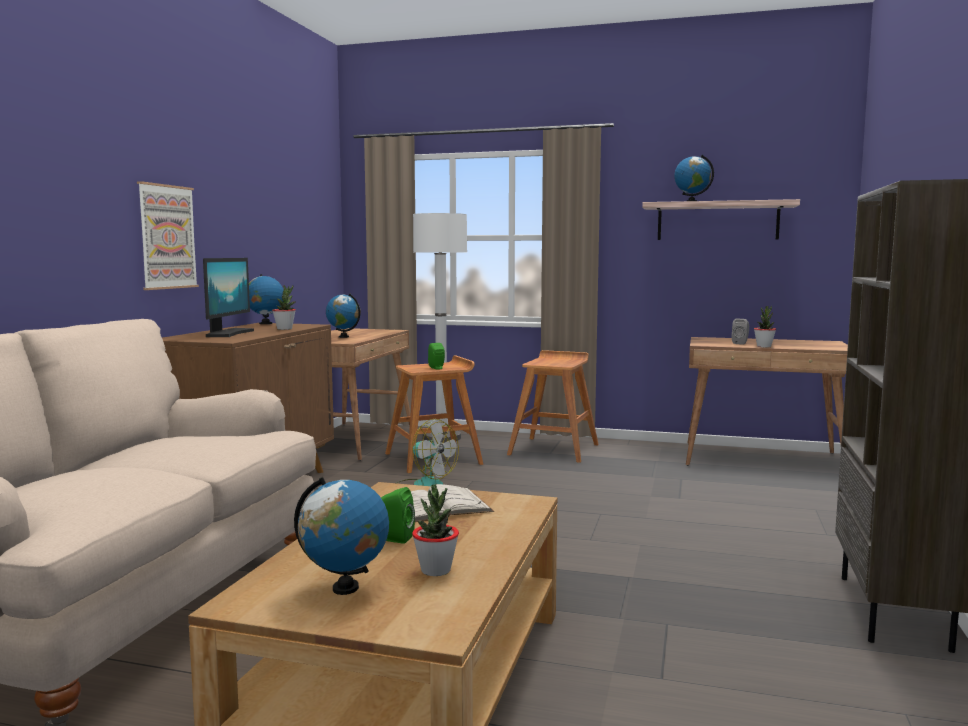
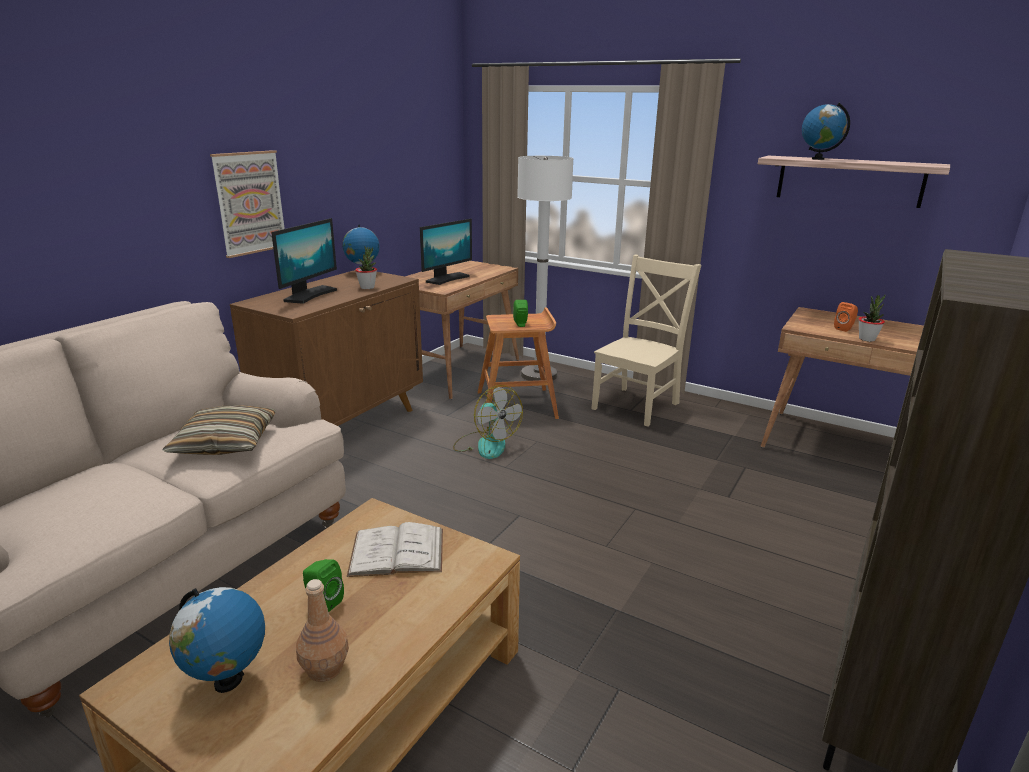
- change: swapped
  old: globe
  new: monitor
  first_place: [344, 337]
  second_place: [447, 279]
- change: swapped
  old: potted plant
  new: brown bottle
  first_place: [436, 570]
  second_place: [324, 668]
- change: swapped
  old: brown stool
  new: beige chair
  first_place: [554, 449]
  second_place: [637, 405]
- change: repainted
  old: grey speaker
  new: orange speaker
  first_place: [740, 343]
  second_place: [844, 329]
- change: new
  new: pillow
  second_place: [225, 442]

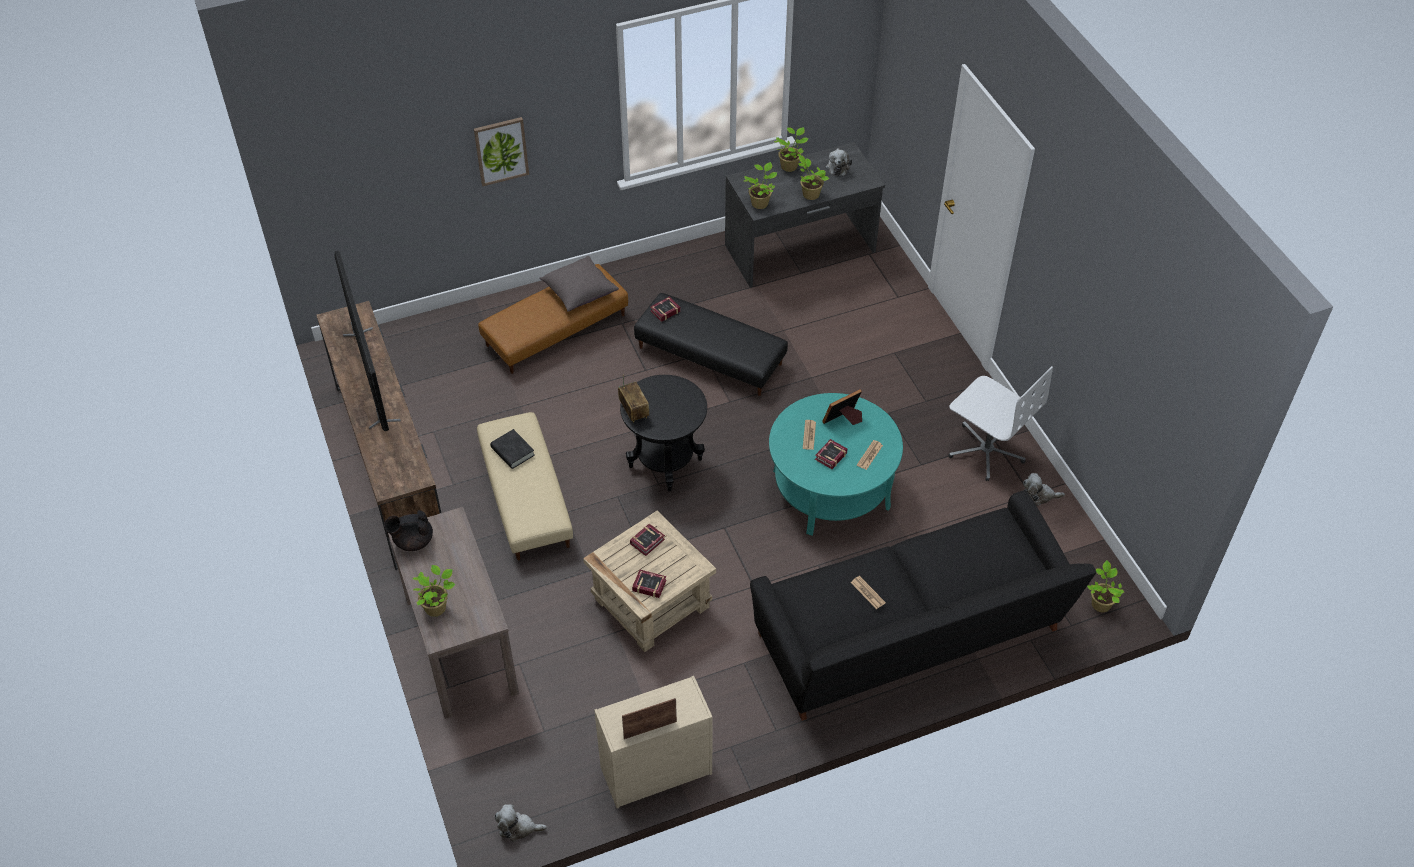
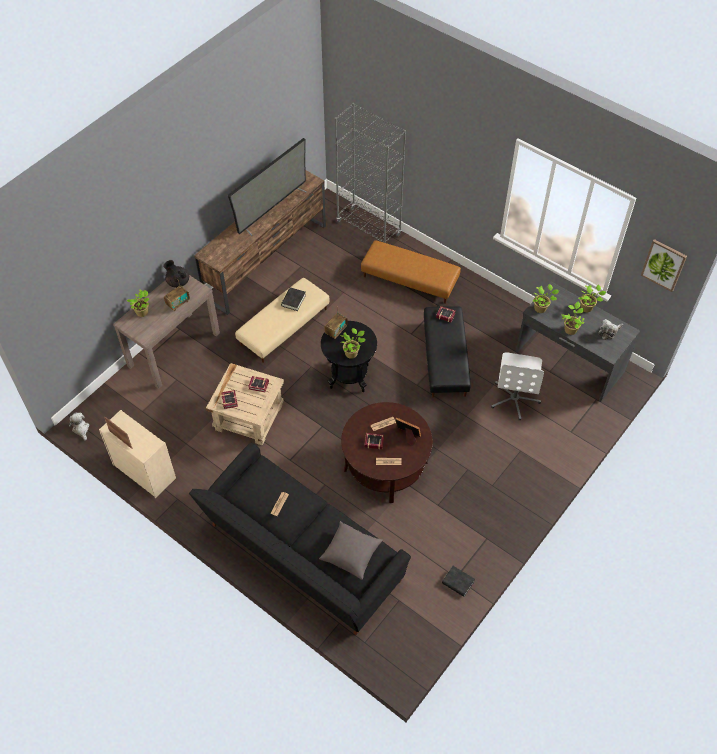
- change: shifted
  old: picture
  first_place: [501, 150]
  second_place: [663, 265]
- change: shifted
  old: grey pillow
  first_place: [579, 292]
  second_place: [351, 554]
- change: repainted
  old: turquoise coffee table
  new: brown coffee table
  first_place: [831, 489]
  second_place: [385, 465]
- change: shifted
  old: white office chair
  first_place: [986, 450]
  second_place: [514, 398]
- change: swapped
  old: plush toy
  new: black book
  first_place: [1039, 496]
  second_place: [458, 582]
- change: shifted
  old: potted plant
  first_place: [1100, 603]
  second_place: [352, 353]
- change: new
  new: radio
  second_place: [178, 303]
- change: new
  new: grey bookcase
  second_place: [369, 228]

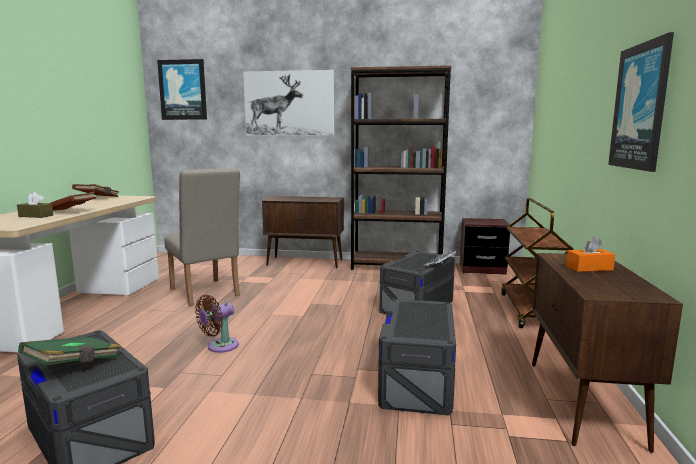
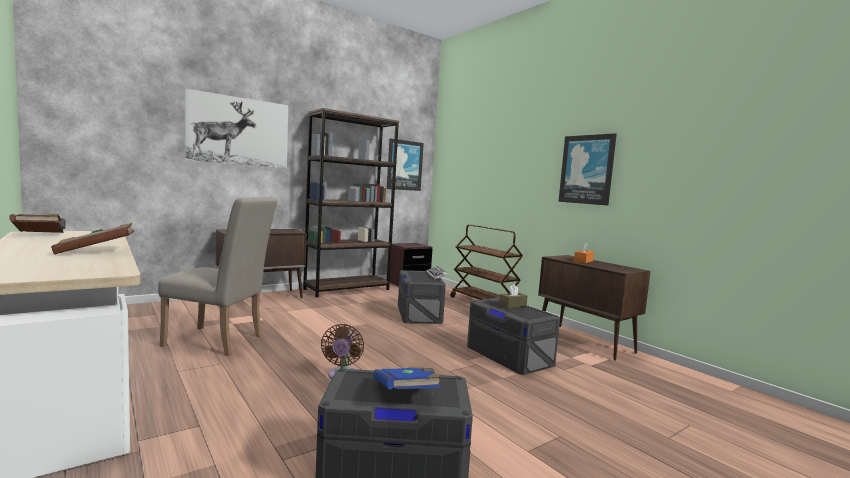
- change: shifted
  old: brown tissue box
  first_place: [36, 216]
  second_place: [512, 305]
- change: repainted
  old: green book
  new: blue book
  first_place: [74, 365]
  second_place: [406, 393]
- change: shifted
  old: picture
  first_place: [183, 90]
  second_place: [404, 165]

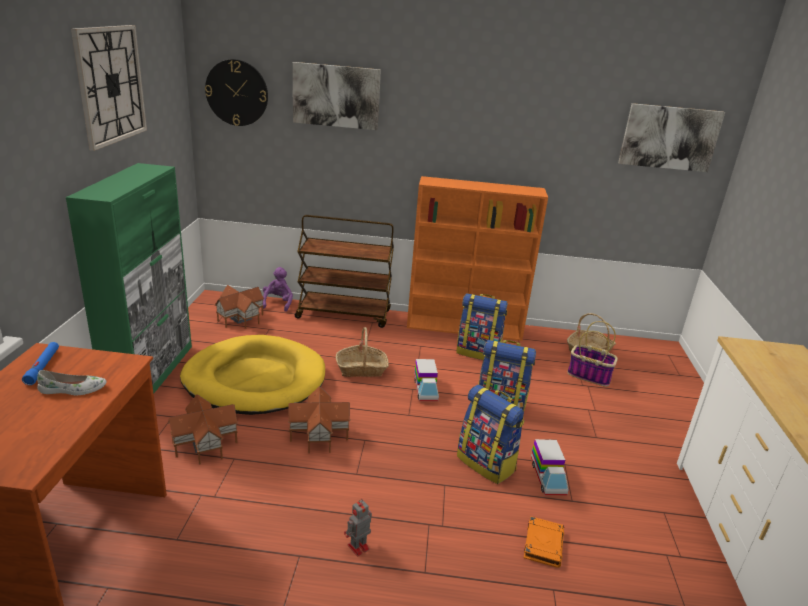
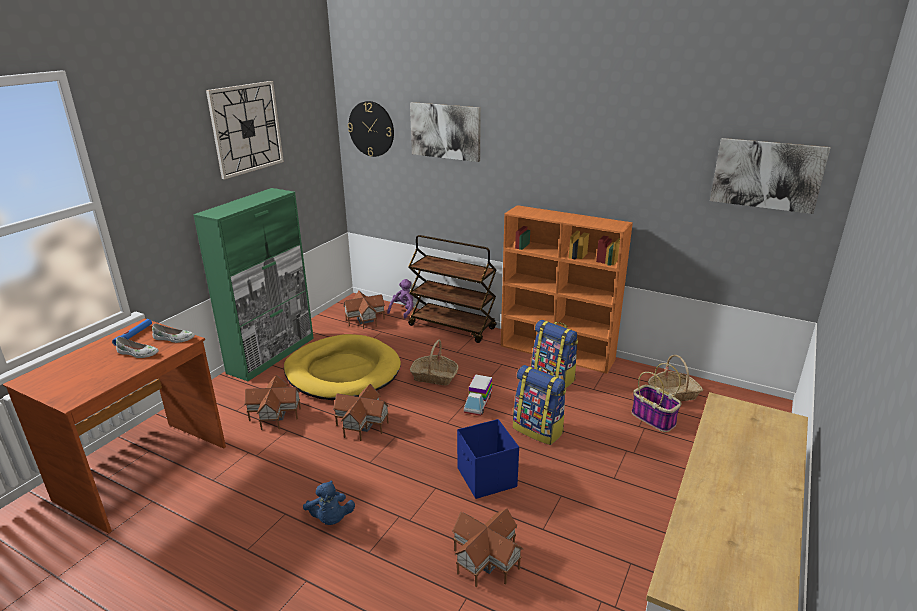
- change: swapped
  old: toy robot
  new: blue plush toy
  first_place: [357, 547]
  second_place: [330, 519]
- change: swapped
  old: backpack
  new: blue storage box
  first_place: [487, 463]
  second_place: [486, 478]
- change: swapped
  old: orange book
  new: toy house
  first_place: [543, 544]
  second_place: [486, 558]
- change: gone
  old: toy truck
  first_place: [547, 477]
- change: new
  new: white shoe
  second_place: [174, 339]

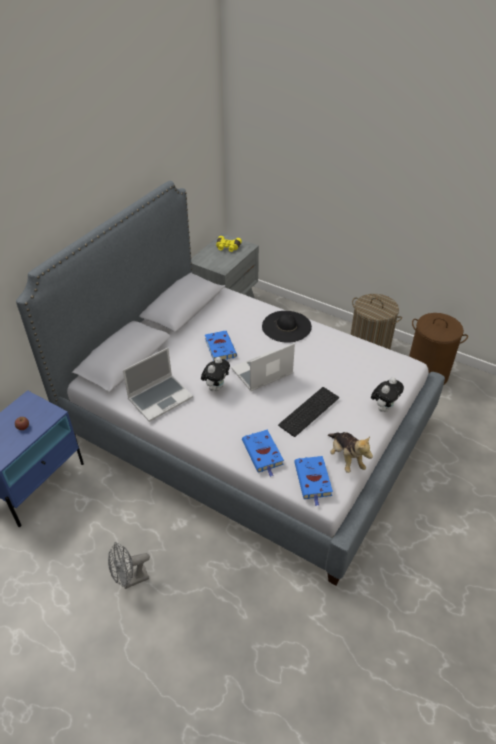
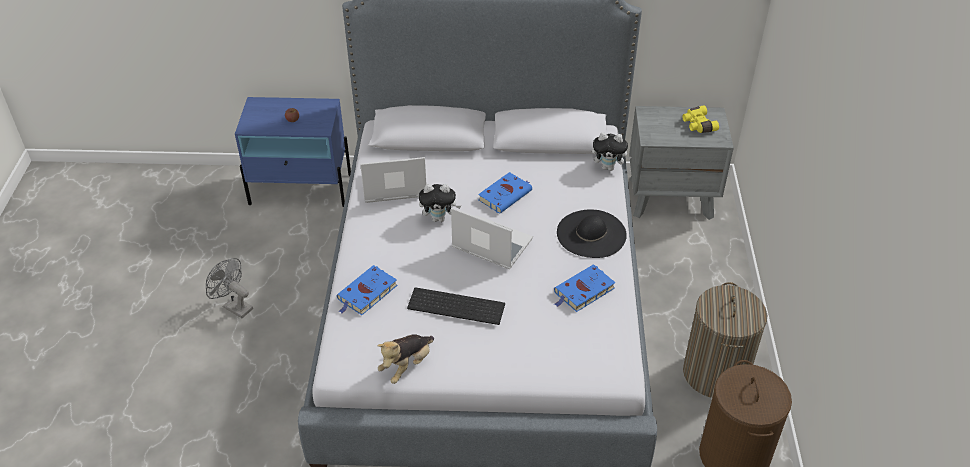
- change: rotated
  old: laptop
  first_place: [160, 398]
  second_place: [393, 186]
  degrees: 150
- change: shifted
  old: blue book
  first_place: [313, 480]
  second_place: [583, 291]
- change: shifted
  old: plush toy
  first_place: [383, 407]
  second_place: [608, 167]

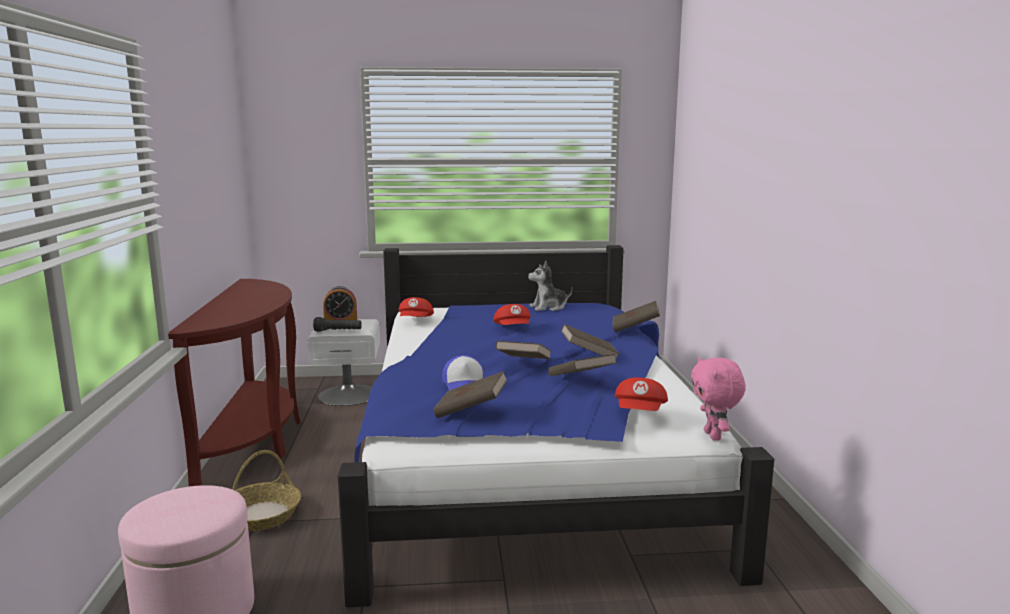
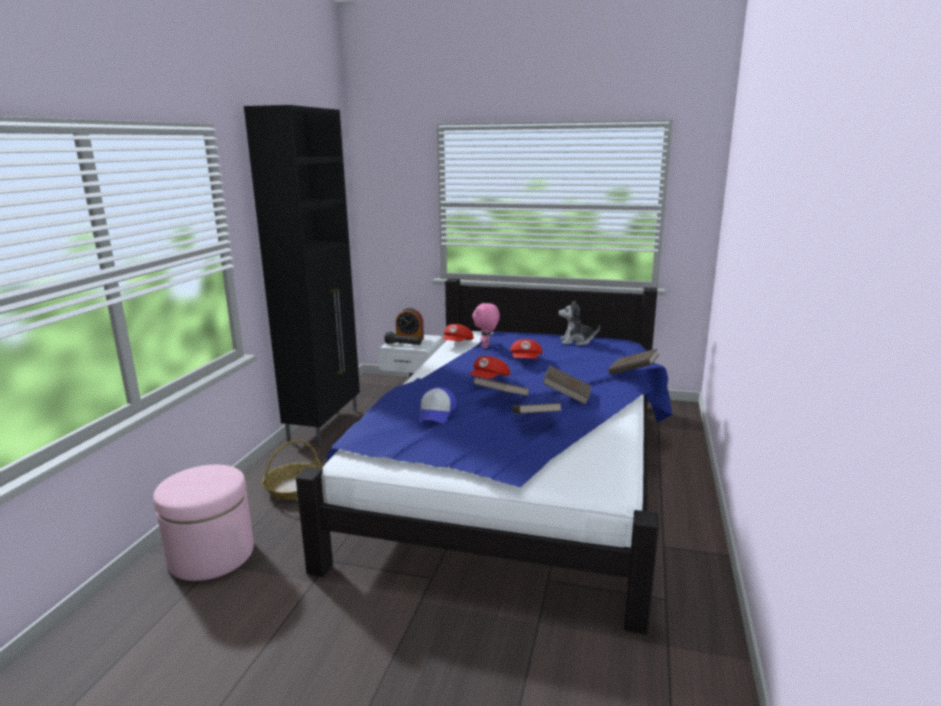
- change: swapped
  old: brown console table
  new: black cabinet
  first_place: [254, 440]
  second_place: [325, 424]
- change: gone
  old: brown book
  first_place: [471, 411]
- change: shifted
  old: red cap
  first_place: [640, 413]
  second_place: [490, 380]
- change: shifted
  old: pink plush toy
  first_place: [714, 436]
  second_place: [486, 346]

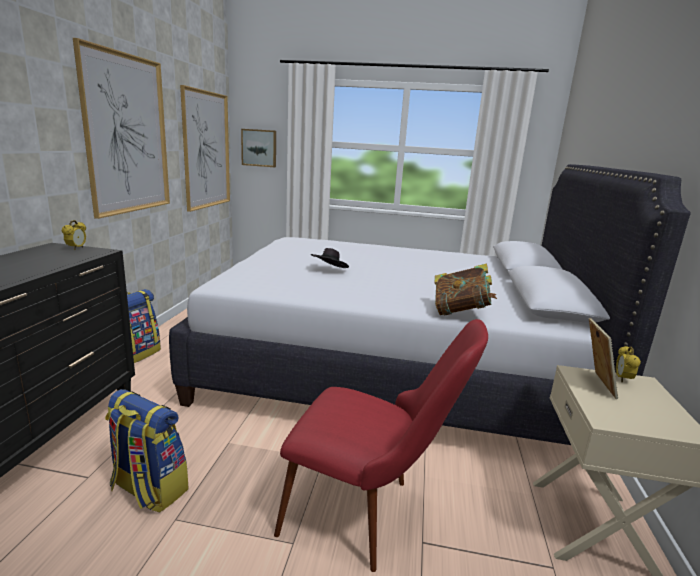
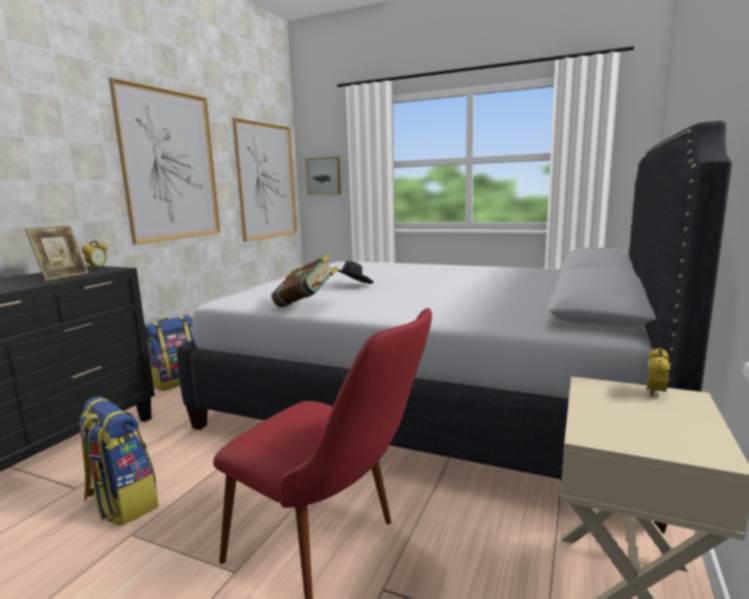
- change: shifted
  old: book
  first_place: [460, 312]
  second_place: [306, 305]
- change: shifted
  old: picture frame
  first_place: [595, 383]
  second_place: [62, 276]

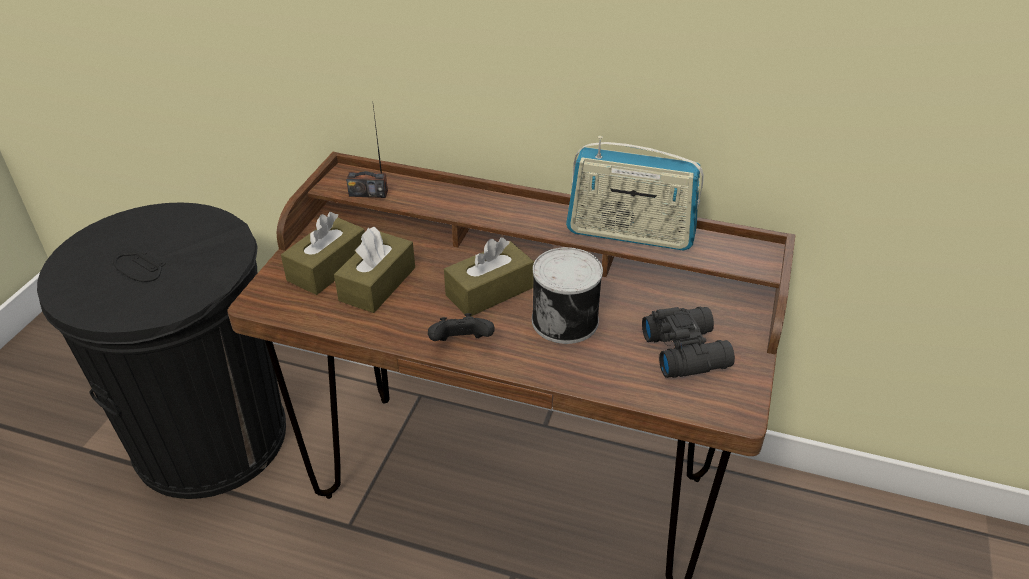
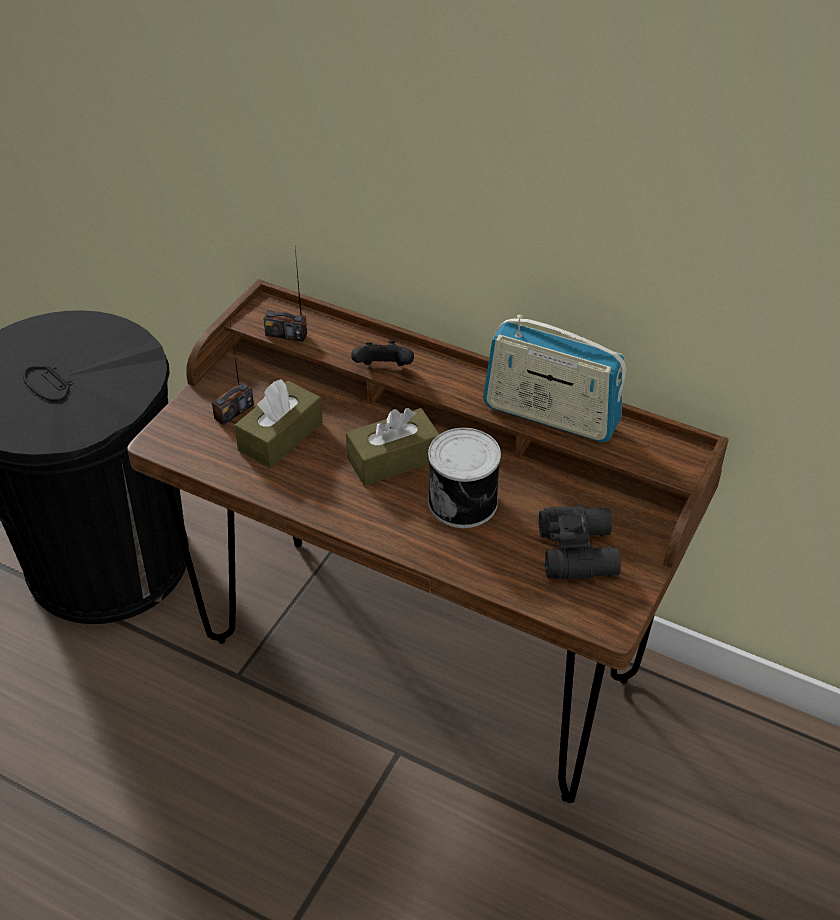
- change: swapped
  old: brown tissue box
  new: radio
  first_place: [328, 267]
  second_place: [233, 411]
- change: shifted
  old: black game controller
  first_place: [461, 344]
  second_place: [383, 370]

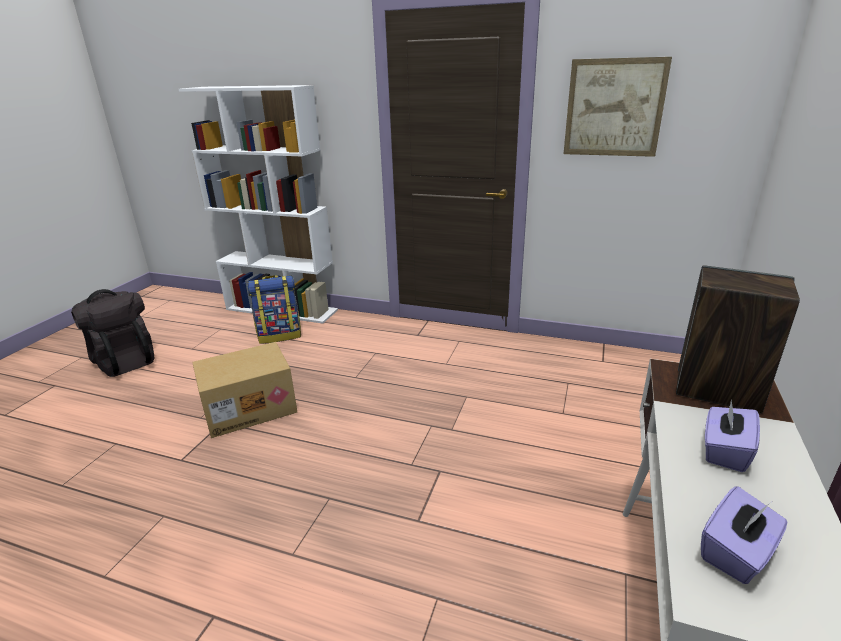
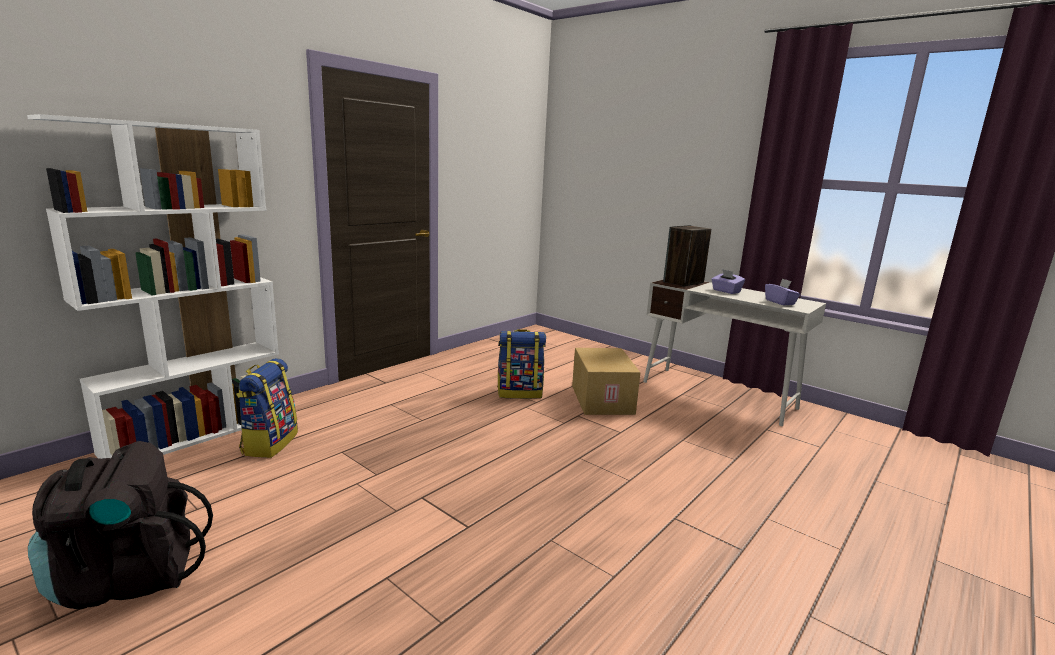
- change: shifted
  old: cardboard box
  first_place: [250, 407]
  second_place: [600, 399]
- change: gone
  old: picture
  first_place: [614, 108]
- change: new
  new: backpack
  second_place: [520, 393]

